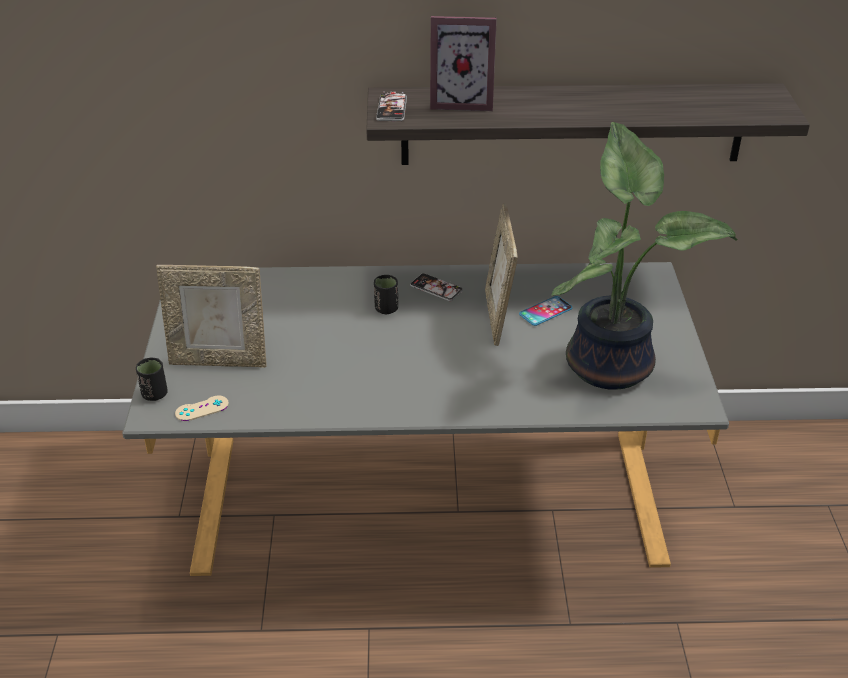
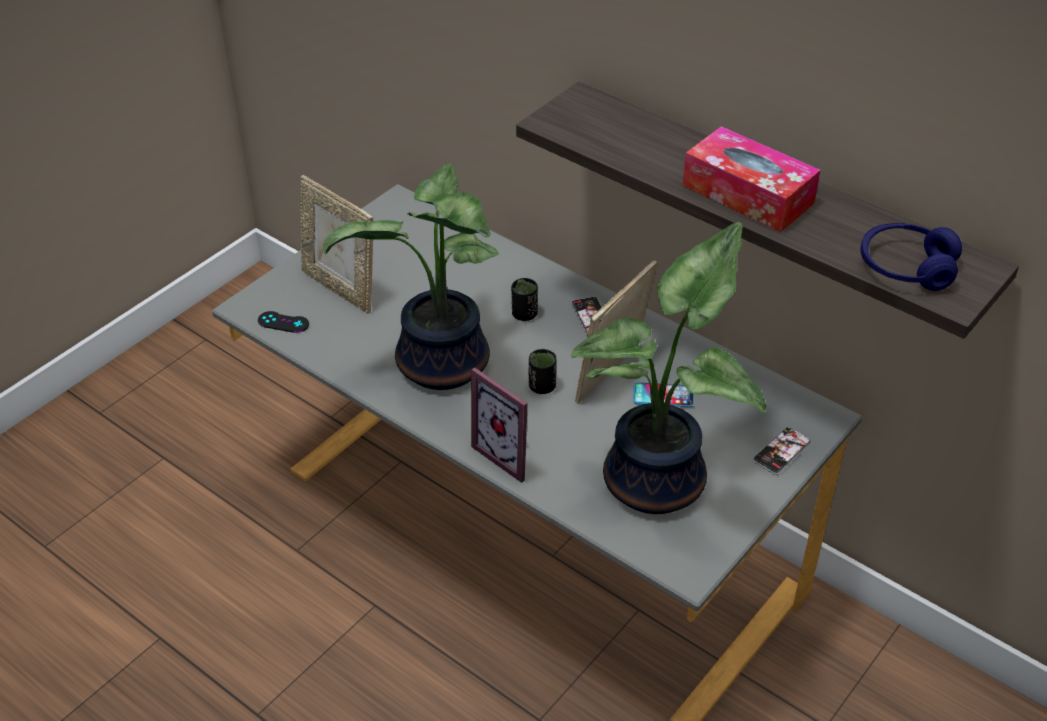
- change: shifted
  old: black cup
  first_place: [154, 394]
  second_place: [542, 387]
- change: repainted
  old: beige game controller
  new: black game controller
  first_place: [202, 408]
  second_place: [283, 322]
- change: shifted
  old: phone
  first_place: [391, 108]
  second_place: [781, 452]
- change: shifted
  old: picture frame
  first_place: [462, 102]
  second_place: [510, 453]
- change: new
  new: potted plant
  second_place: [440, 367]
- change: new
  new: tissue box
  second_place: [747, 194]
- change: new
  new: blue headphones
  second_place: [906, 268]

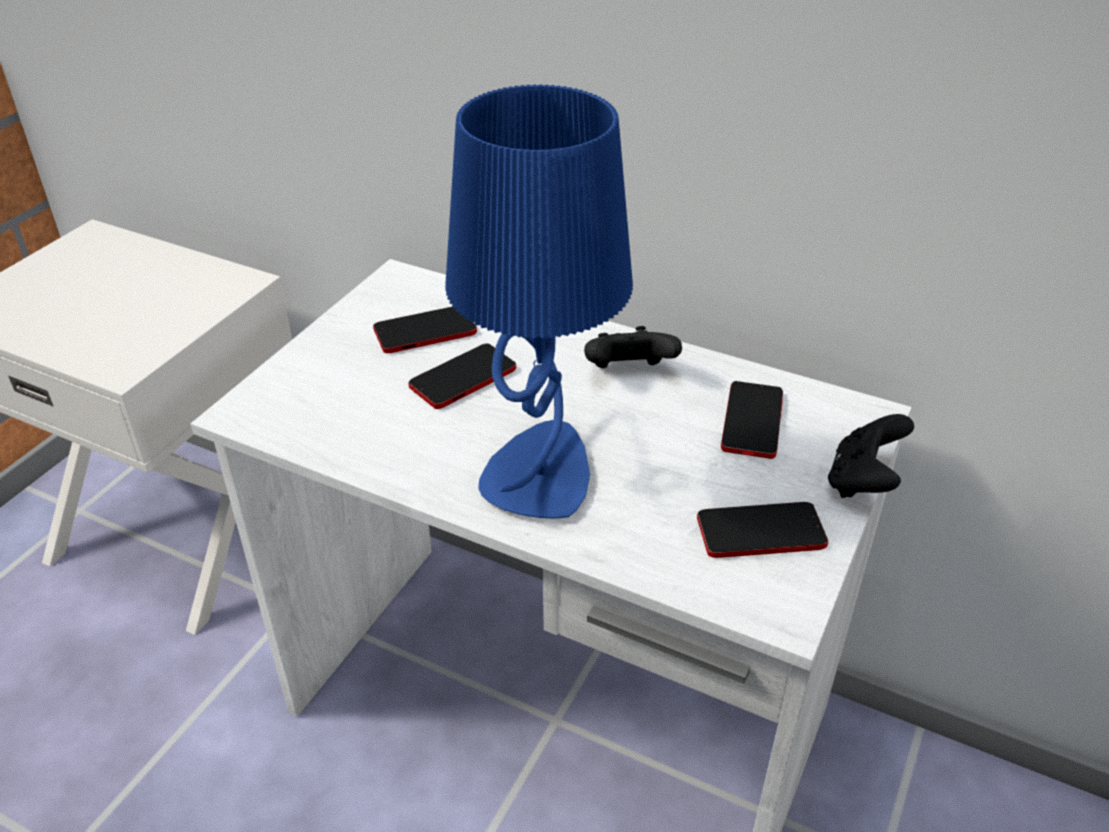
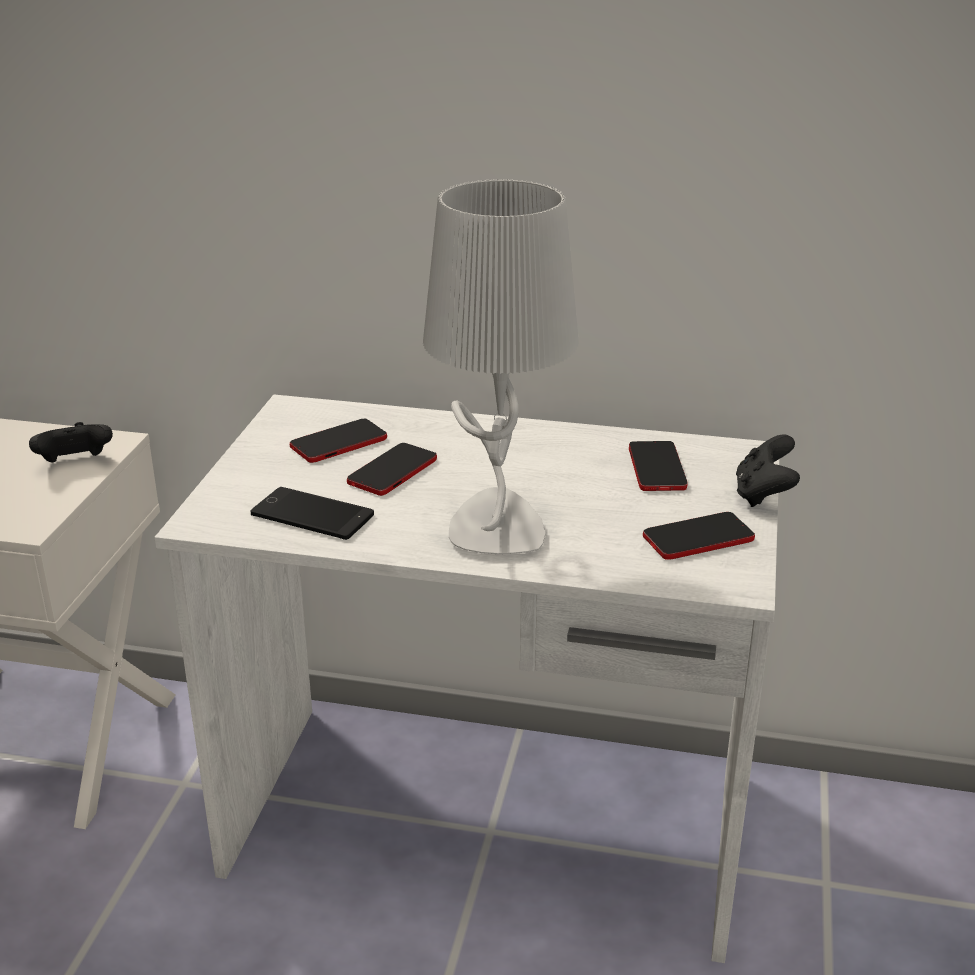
- change: repainted
  old: blue table lamp
  new: grey table lamp
  first_place: [538, 473]
  second_place: [495, 526]
- change: shifted
  old: black game controller
  first_place: [628, 373]
  second_place: [75, 463]
- change: new
  new: phone
  second_place: [312, 515]

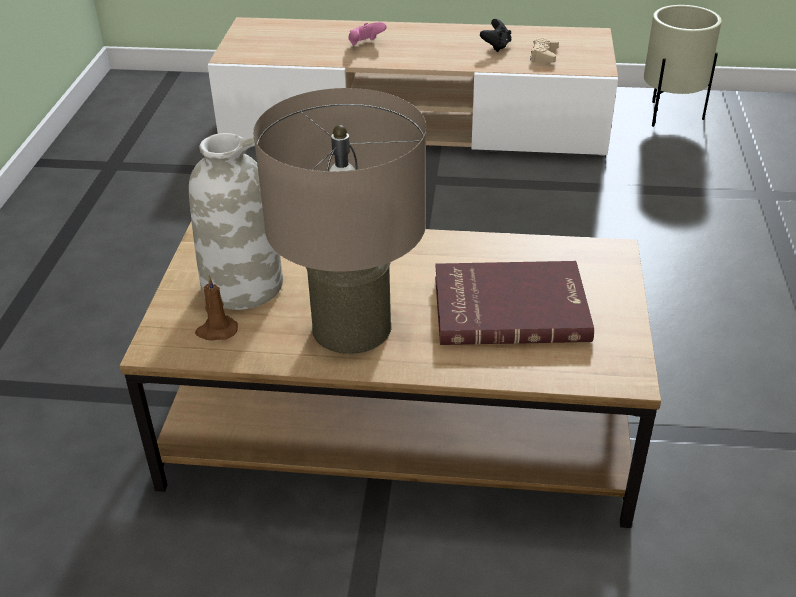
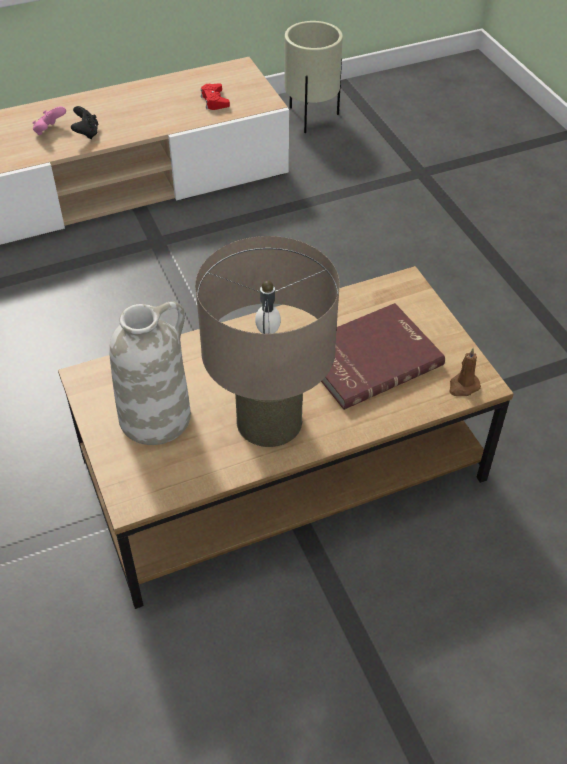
- change: shifted
  old: brown candle
  first_place: [216, 331]
  second_place: [463, 386]
- change: shifted
  old: black game controller
  first_place: [496, 47]
  second_place: [86, 133]
- change: repainted
  old: beige game controller
  new: red game controller
  first_place: [543, 55]
  second_place: [214, 101]

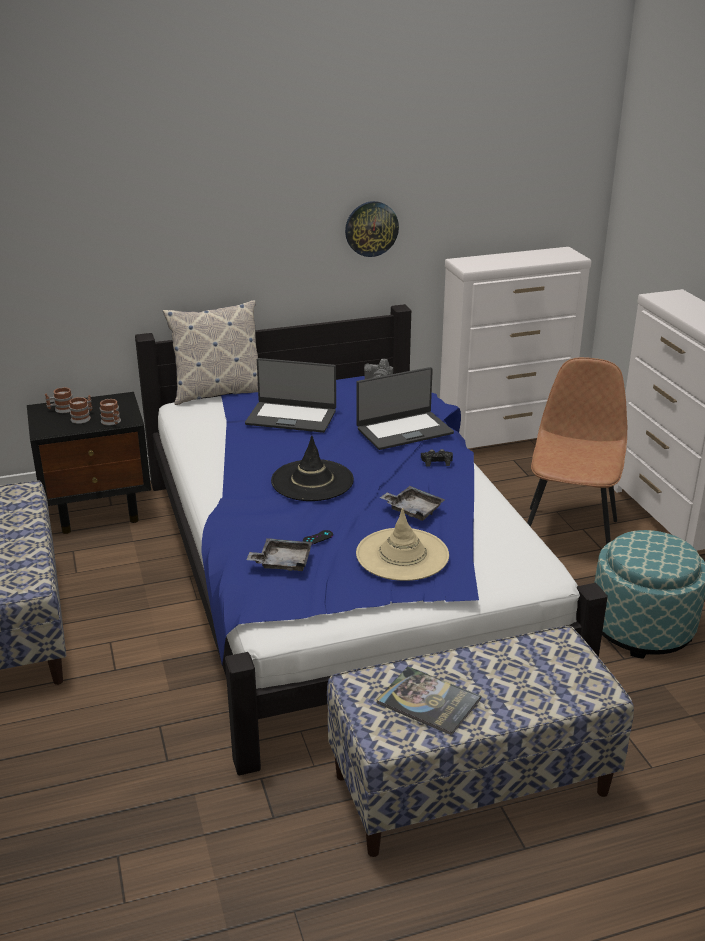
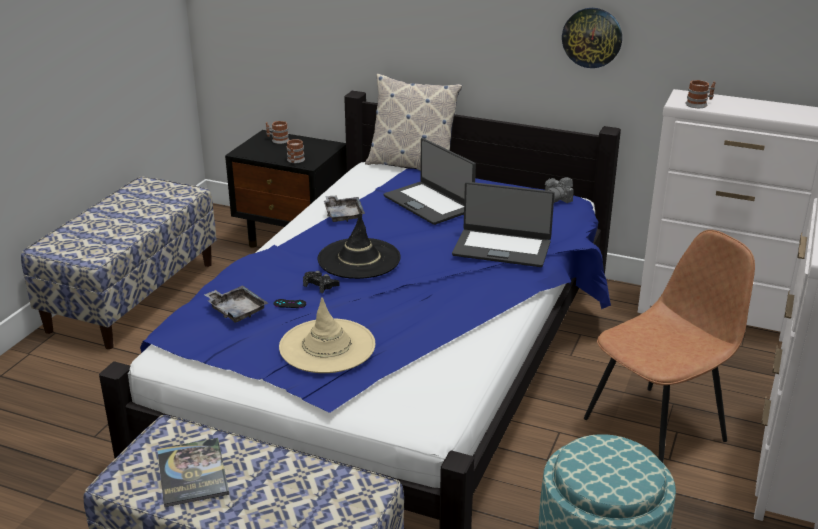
- change: shifted
  old: mug
  first_place: [83, 418]
  second_place: [699, 104]
- change: shifted
  old: grey tray
  first_place: [413, 509]
  second_place: [343, 214]
- change: shifted
  old: black game controller
  first_place: [436, 461]
  second_place: [320, 285]

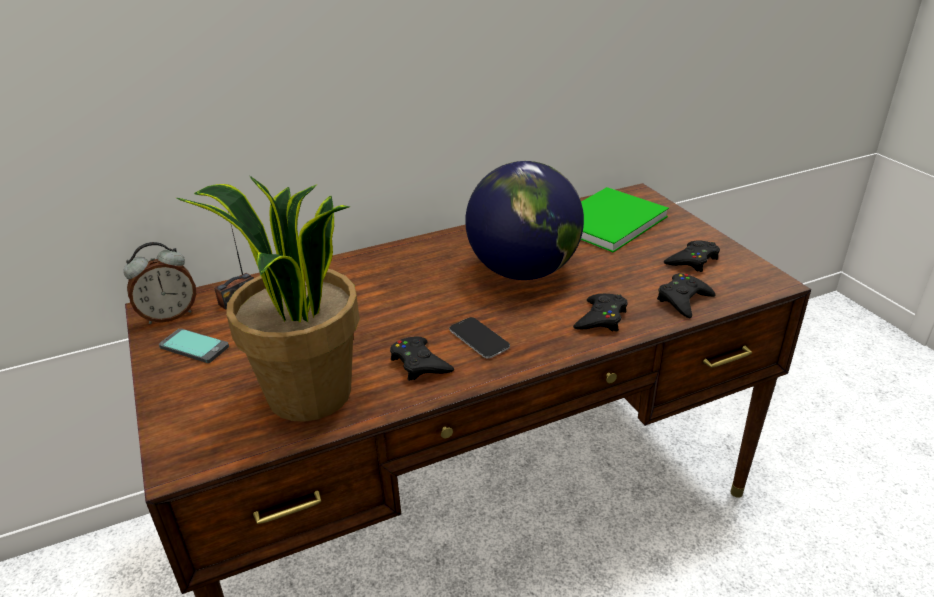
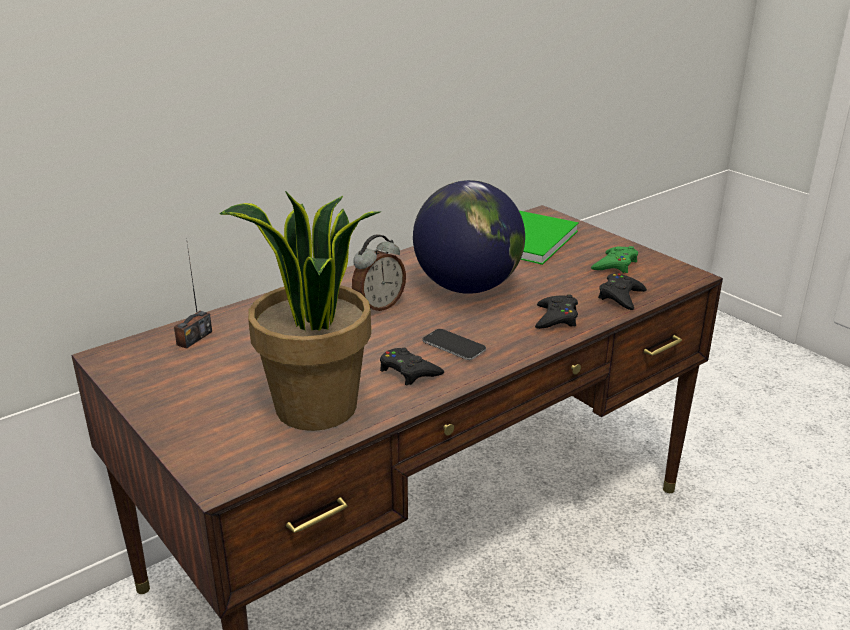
- change: shifted
  old: alarm clock
  first_place: [169, 315]
  second_place: [378, 306]
- change: gone
  old: phone
  first_place: [194, 346]
- change: repainted
  old: black game controller
  new: green game controller
  first_place: [692, 260]
  second_place: [615, 265]

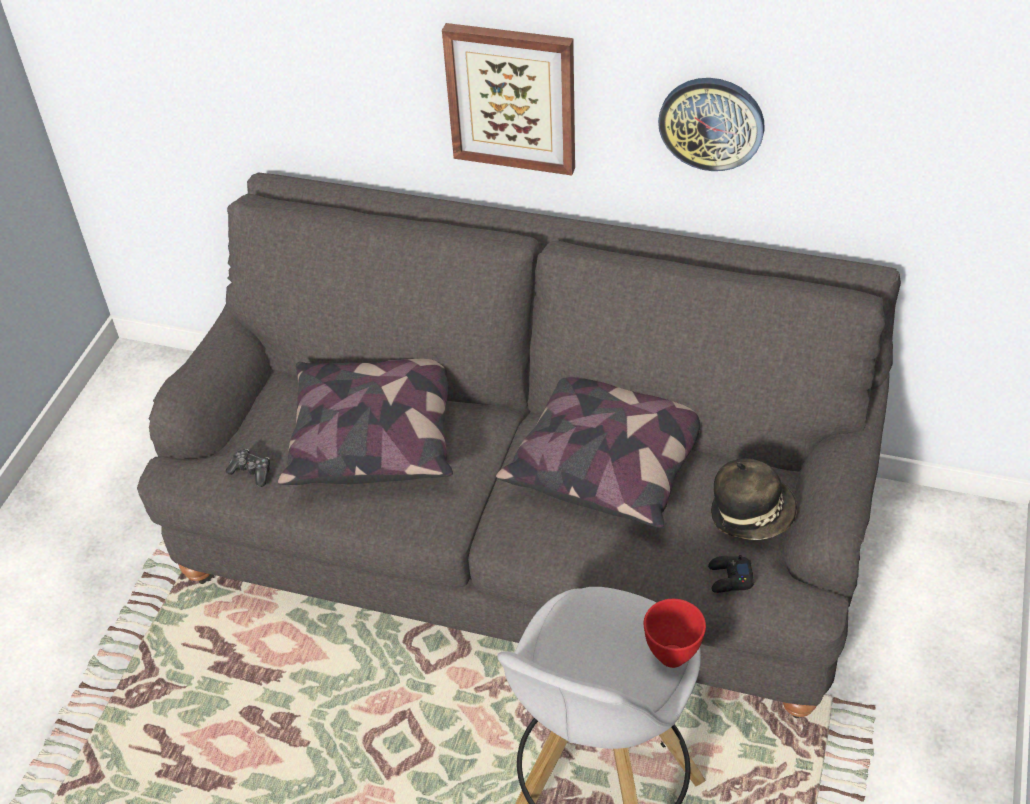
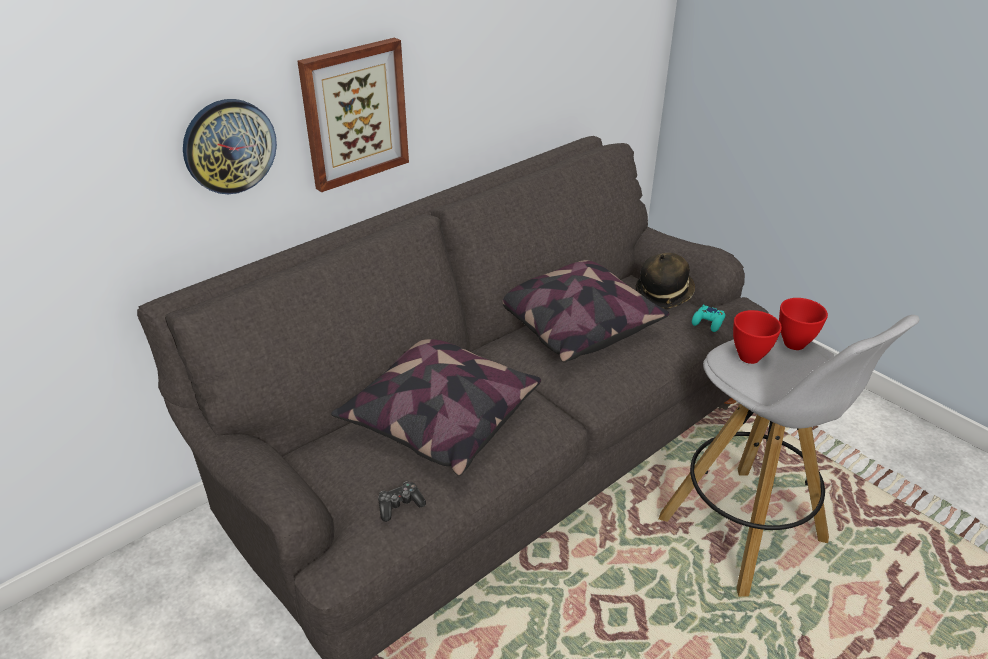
- change: shifted
  old: wall clock
  first_place: [711, 123]
  second_place: [229, 146]
- change: repainted
  old: black game controller
  new: turquoise game controller
  first_place: [730, 578]
  second_place: [708, 322]
- change: new
  new: red bowl
  second_place: [749, 358]

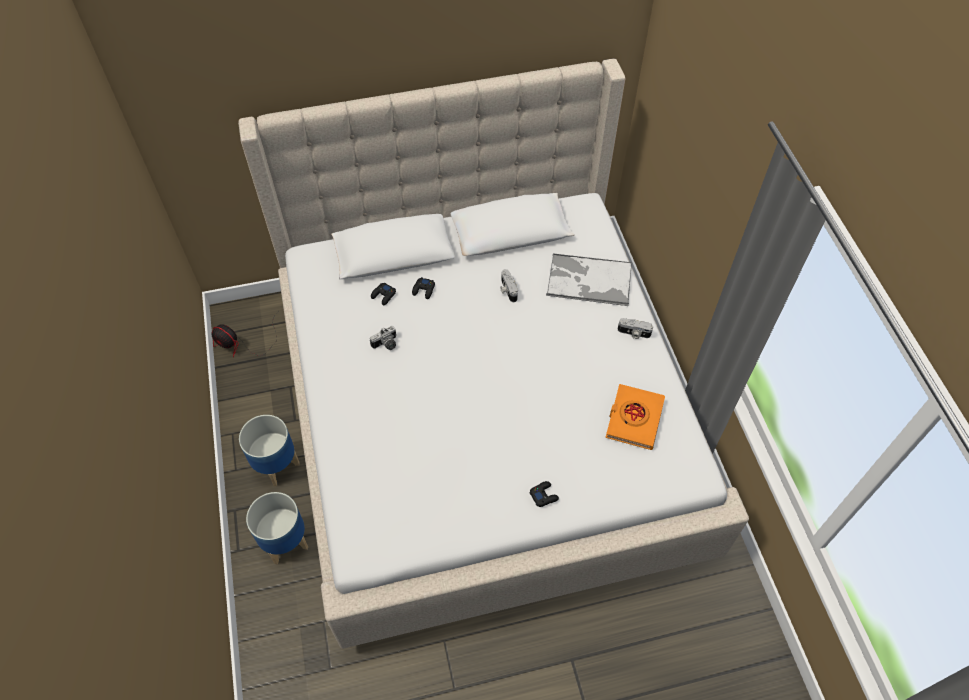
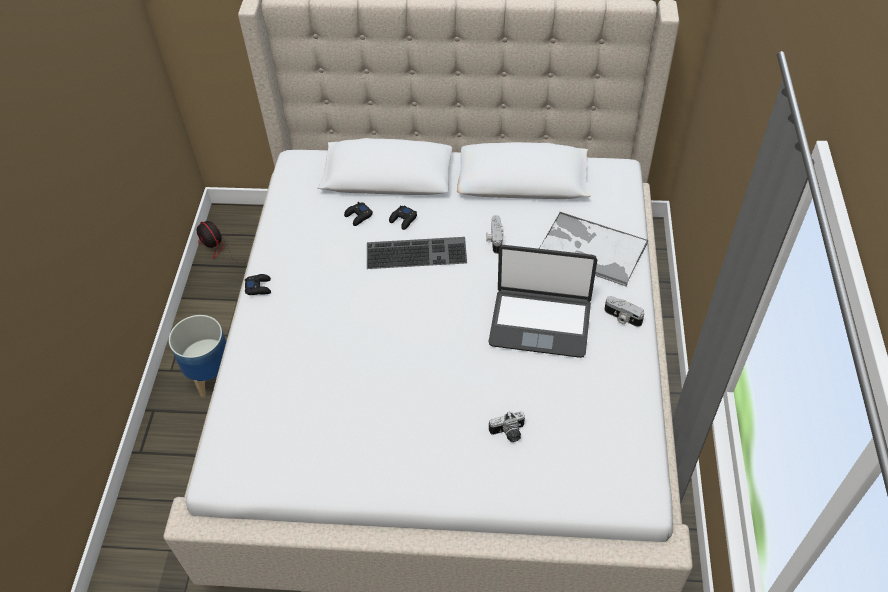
- change: gone
  old: planter
  first_place: [285, 541]
- change: shifted
  old: photo camera
  first_place: [386, 345]
  second_place: [508, 433]
- change: shifted
  old: black game controller
  first_place: [544, 495]
  second_place: [259, 287]
- change: gone
  old: orange book
  first_place: [634, 419]
- change: new
  new: keyboard
  second_place: [417, 252]
- change: new
  new: laptop
  second_place: [540, 322]

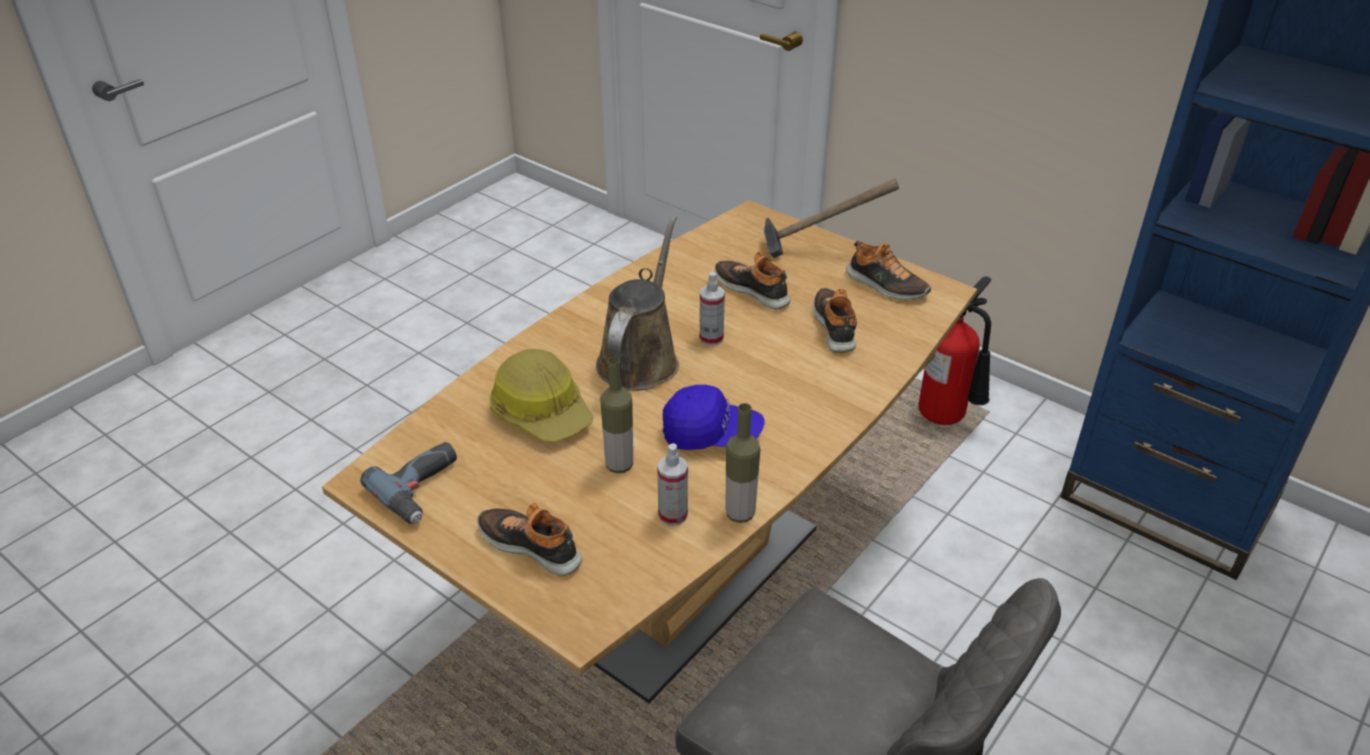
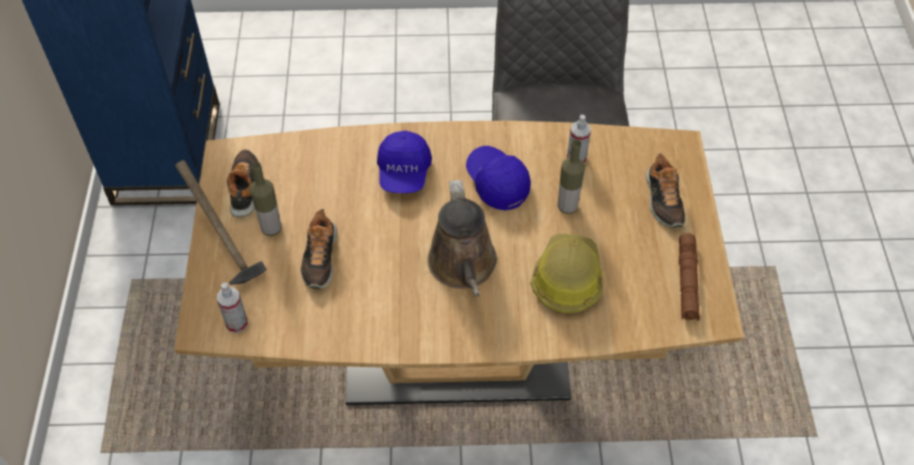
- change: swapped
  old: power drill
  new: brown flashlight
  first_place: [424, 489]
  second_place: [687, 282]
- change: rotated
  old: brown watering can
  first_place: [640, 359]
  second_place: [463, 266]
  degrees: -75
- change: shifted
  old: spray bottle
  first_place: [711, 338]
  second_place: [237, 323]
- change: shifted
  old: bottle
  first_place: [740, 514]
  second_place: [271, 228]
- change: gone
  old: shoe
  first_place: [835, 327]
- change: gone
  old: fire extinguisher
  first_place: [948, 417]
- change: new
  new: blue cap
  second_place: [404, 173]

